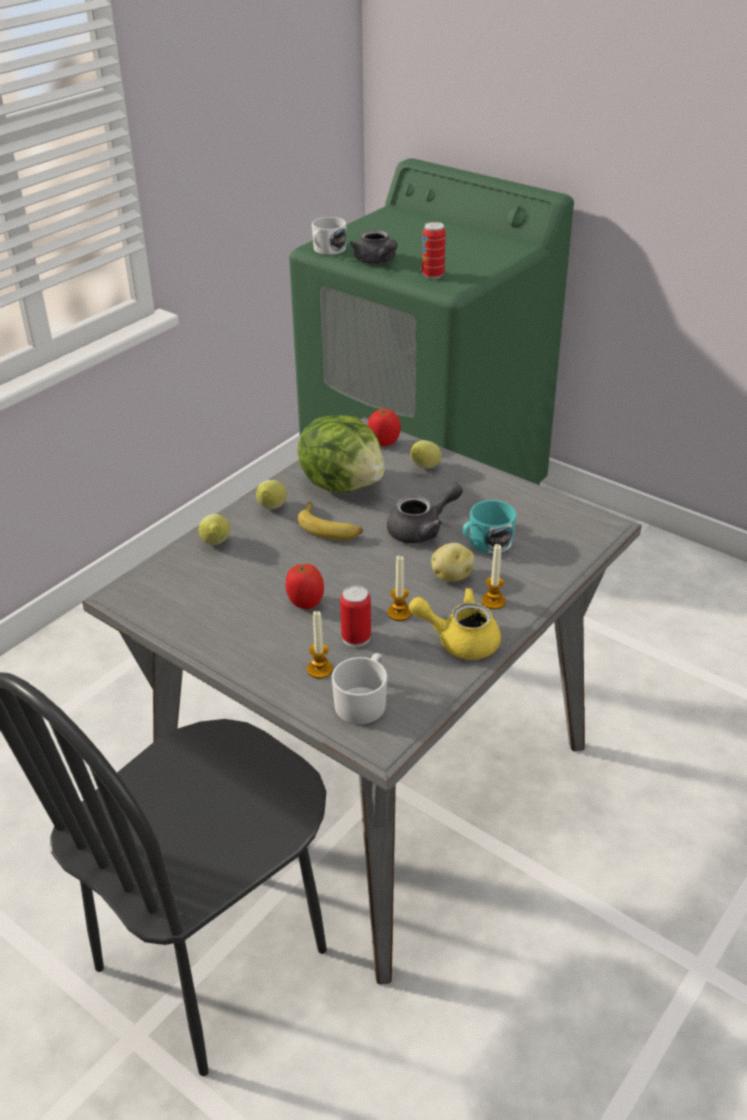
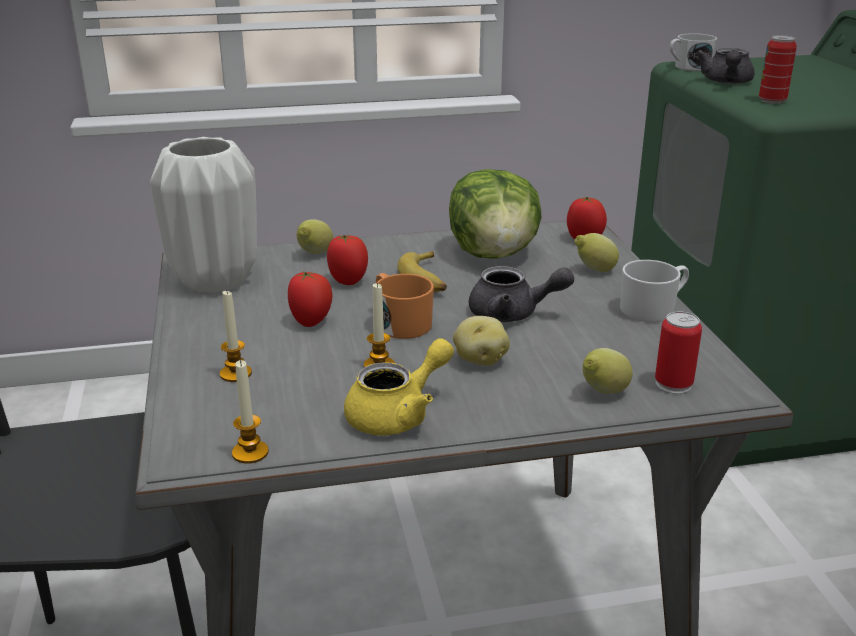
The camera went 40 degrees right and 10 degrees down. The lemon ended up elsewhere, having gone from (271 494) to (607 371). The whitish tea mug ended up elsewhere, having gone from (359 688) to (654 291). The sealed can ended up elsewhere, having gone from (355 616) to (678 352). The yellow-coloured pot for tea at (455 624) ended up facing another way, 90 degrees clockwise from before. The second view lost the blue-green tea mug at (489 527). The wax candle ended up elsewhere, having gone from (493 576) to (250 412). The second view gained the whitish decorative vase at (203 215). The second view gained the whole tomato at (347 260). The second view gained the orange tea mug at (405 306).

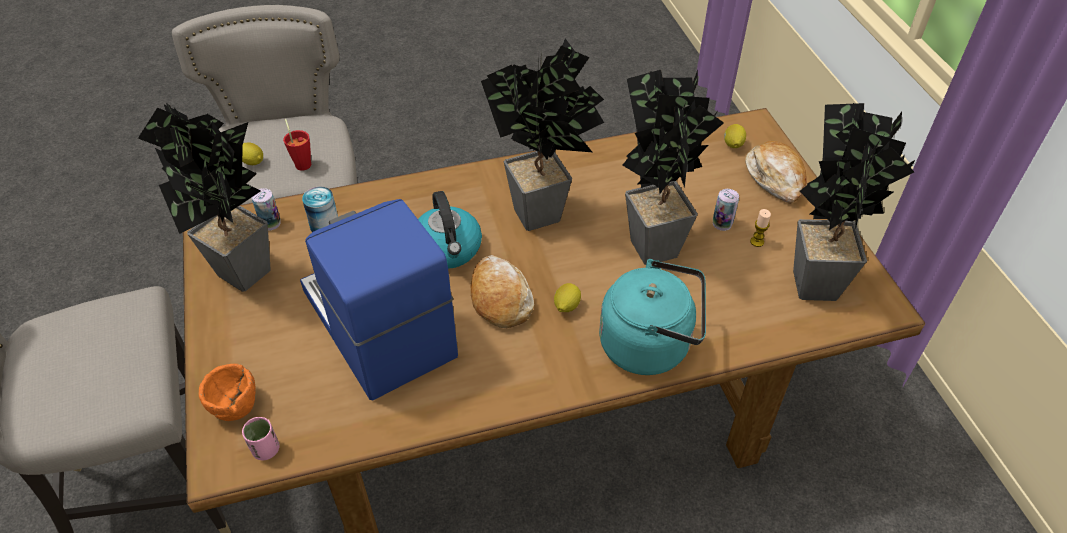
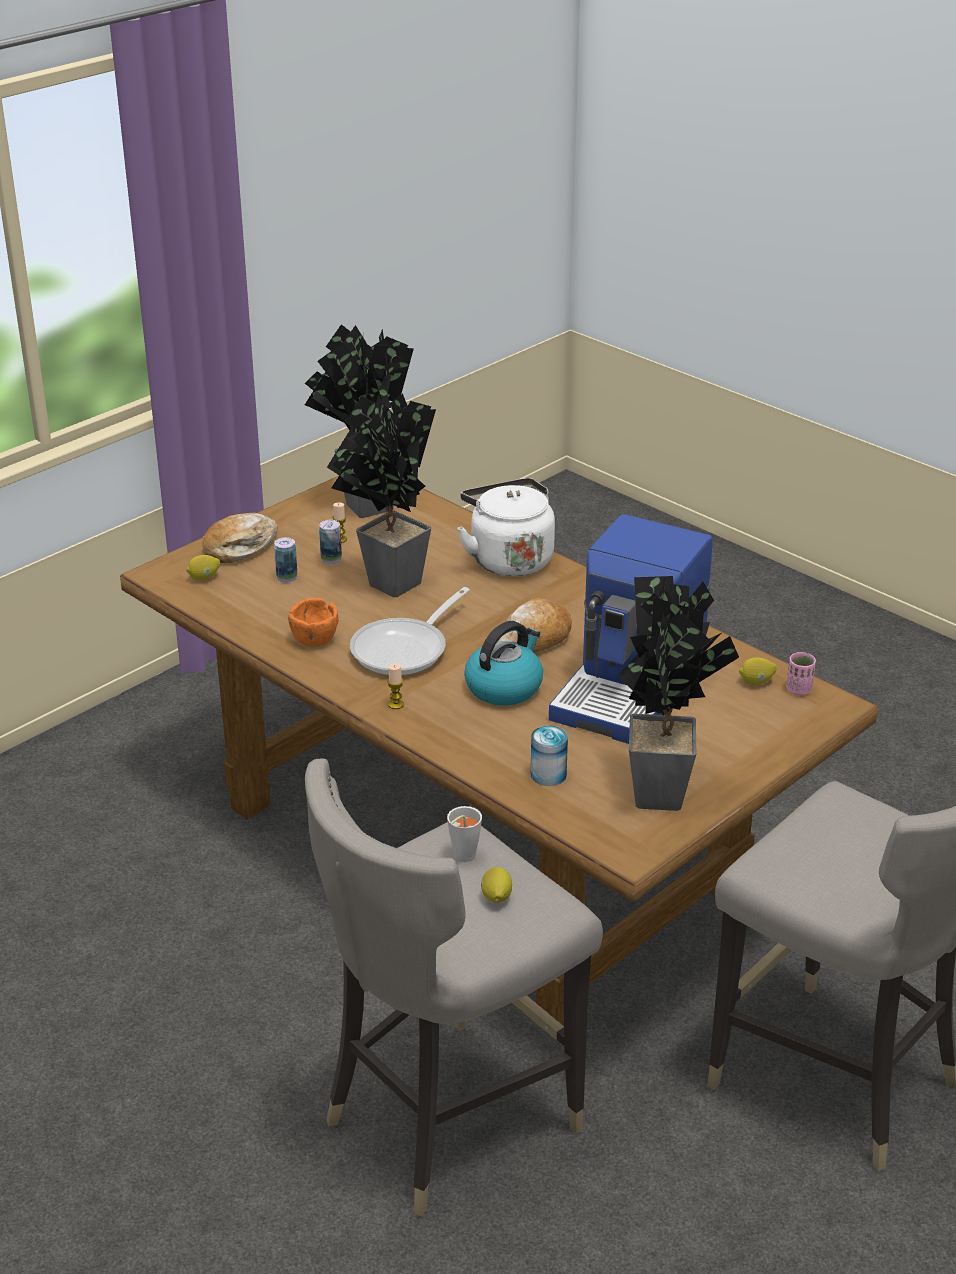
The camera went 120 degrees left and 15 degrees down. The orange serving bowl ended up elsewhere, having gone from (227 392) to (313 622). The sealed can ended up elsewhere, having gone from (266 209) to (286 560). What was the red-coloured small cup at (297 145) turned into the gray small cup at (464 834). Where the potted plant stood at (542 135), the frying pan came to stand at (410 631). The lemon ended up elsewhere, having gone from (567 297) to (758 671). What was the blue-green tea kettle at (652 317) turned into the whitish tea kettle at (506 527). The second view gained the wax candle at (395 686).

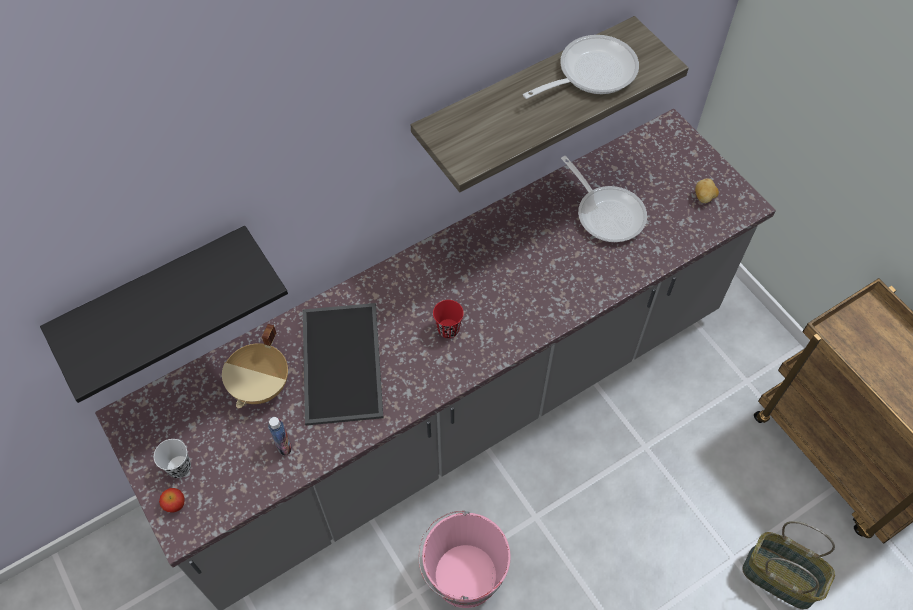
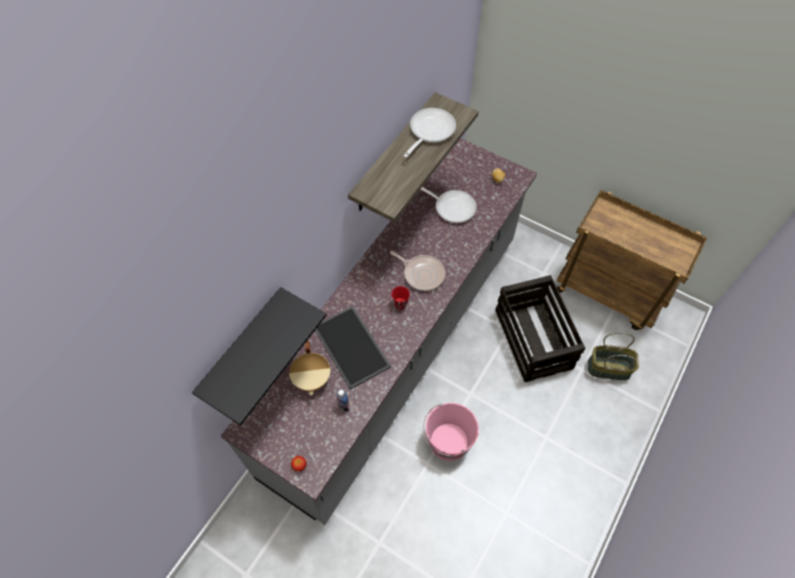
The camera went 25 degrees left and 0 degrees up. The second view lost the black-coloured small cup at (172 458). The second view gained the frying pan at (417 271). The second view gained the crate at (540 328).

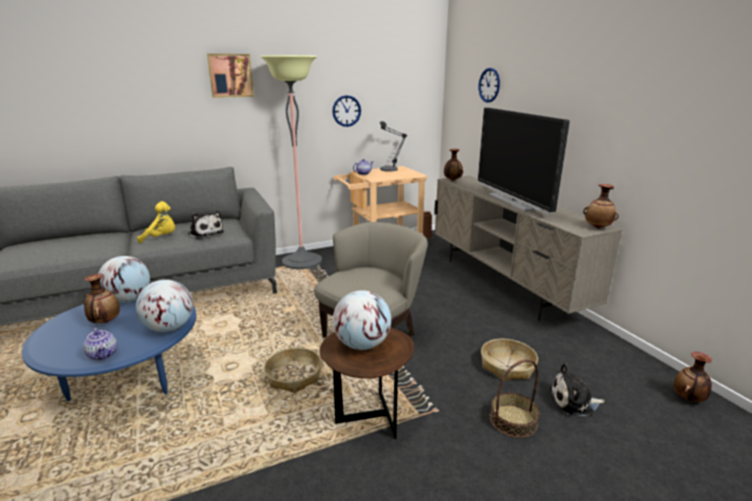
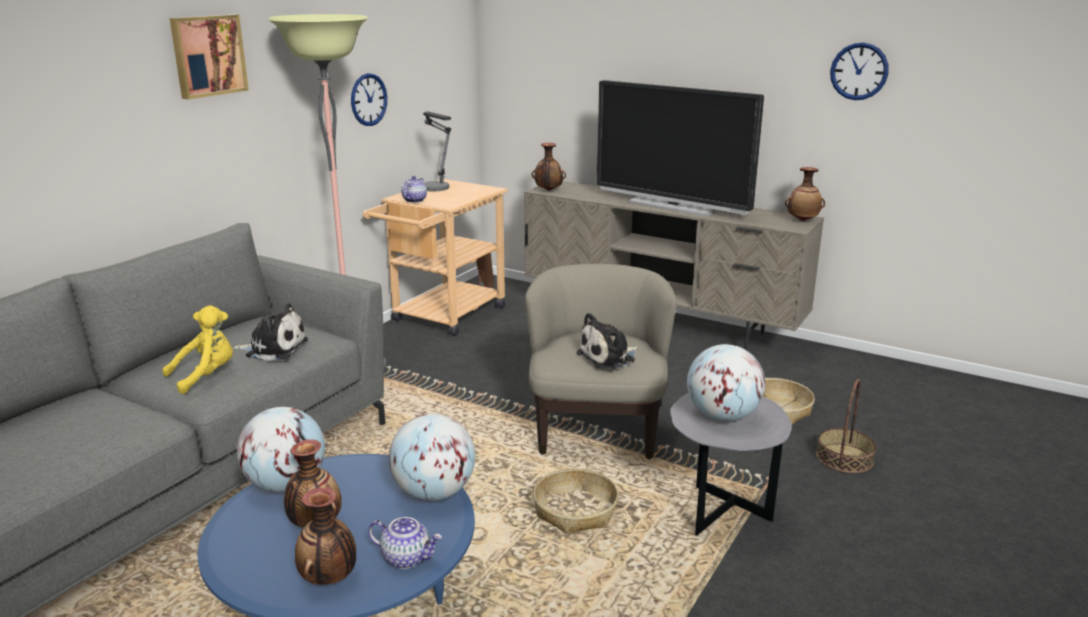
The camera went 35 degrees left and 0 degrees up. What was the brown-coloured side table at (367 383) turned into the gray side table at (731 464). The hanging clock ended up elsewhere, having gone from (489 85) to (859 71). The cuddly toy ended up elsewhere, having gone from (577 389) to (607 341). The decorative vase ended up elsewhere, having gone from (693 377) to (325 536).

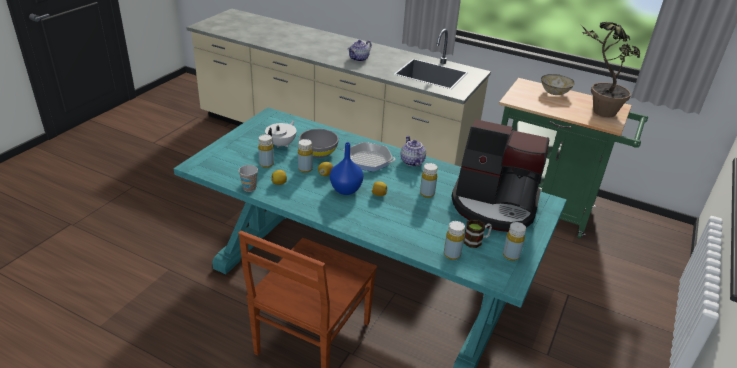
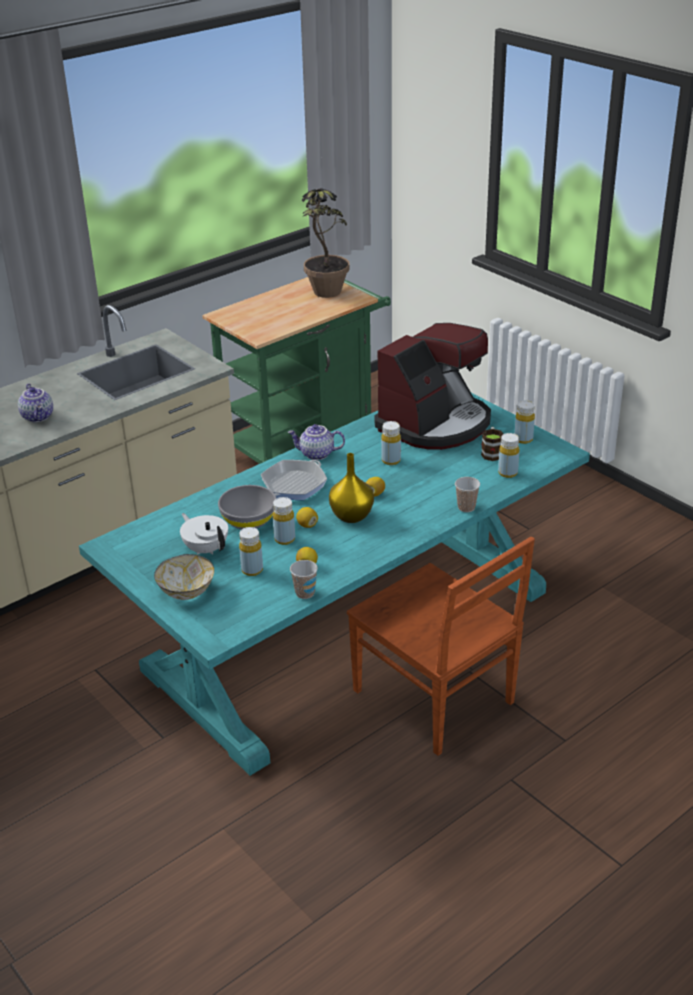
The camera went 65 degrees left and 0 degrees up. What was the bluish decorative vase at (346 168) turned into the yellow-coloured decorative vase at (351 488). The serving bowl ended up elsewhere, having gone from (557 84) to (184 577). The second view gained the small cup at (467 494).

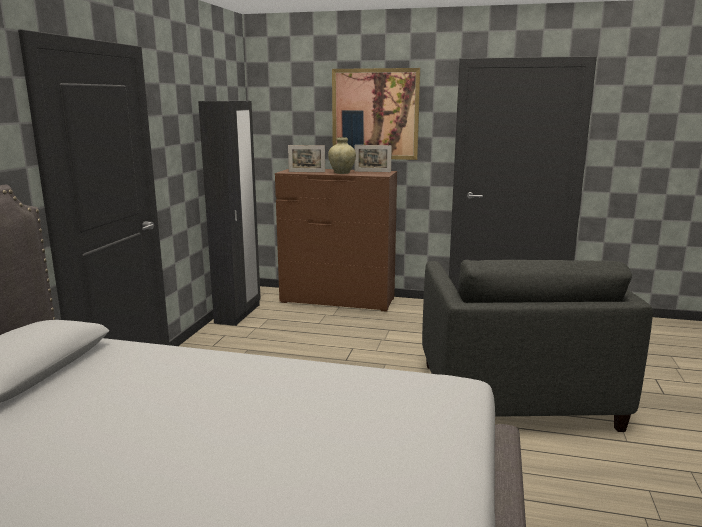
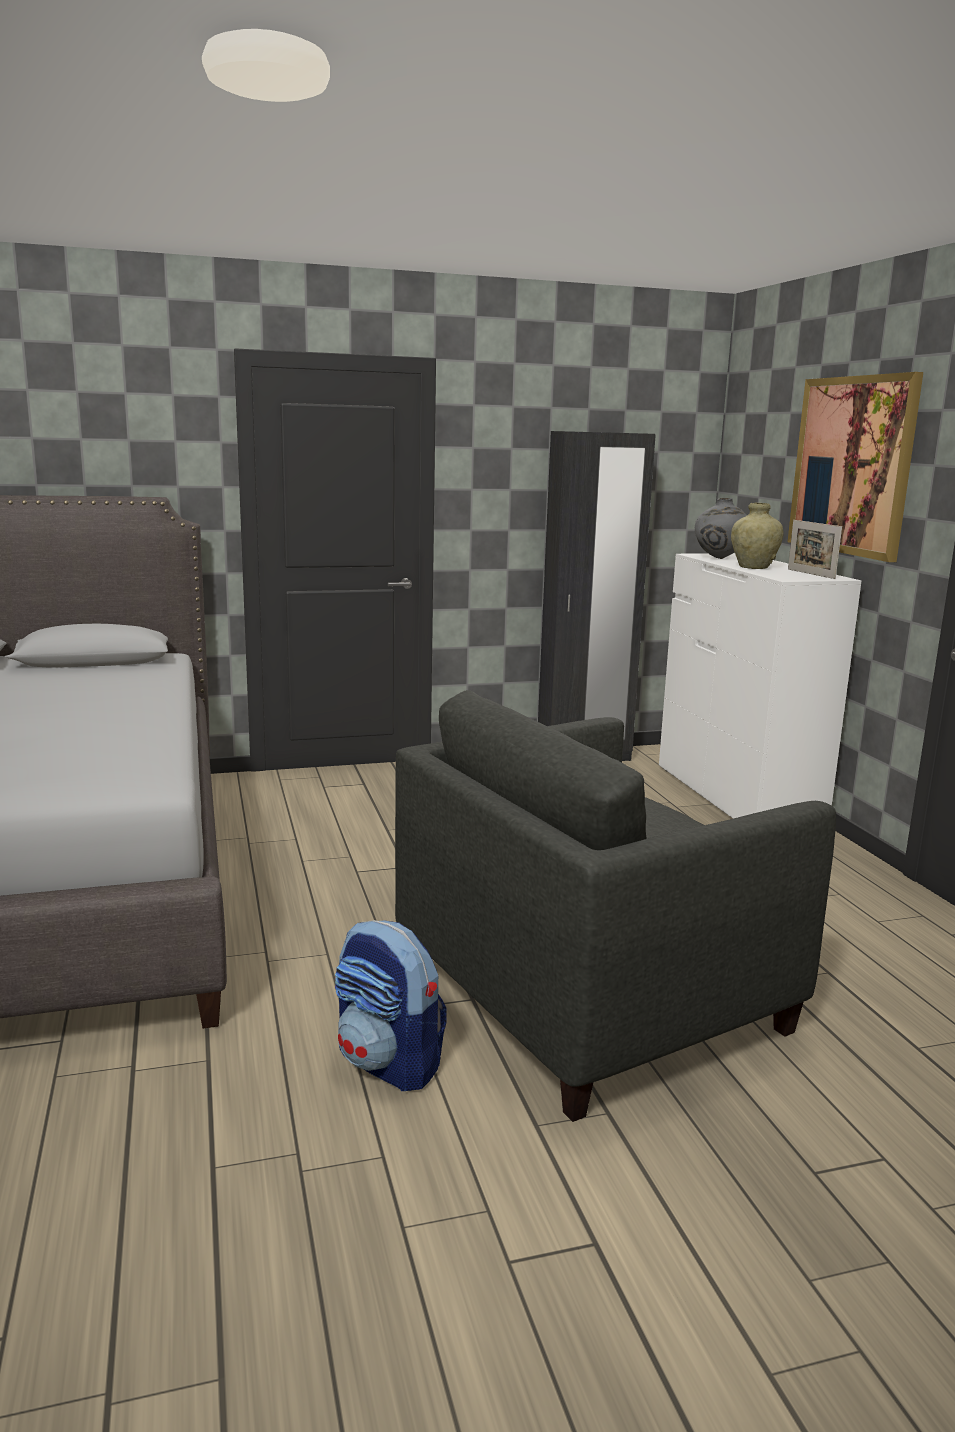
The camera went 60 degrees right and 0 degrees up. What was the brown-coloured drawer chest at (336 240) turned into the whitish drawer chest at (760 686). Where the photo frame stood at (306 158), the gray decorative vase came to stand at (721 528). The second view gained the rucksack at (391 1005).

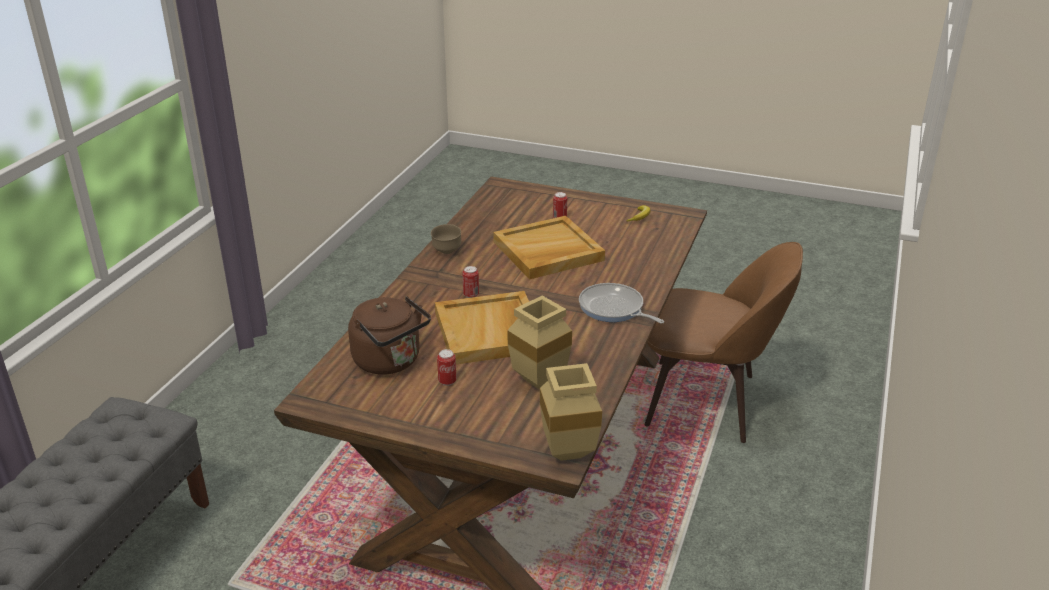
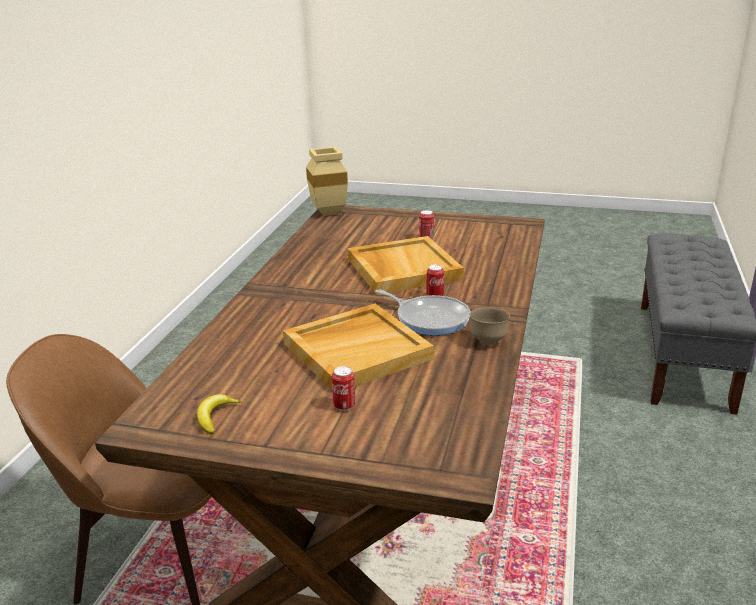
The camera went 175 degrees right and 5 degrees down. The second view lost the brown-coloured tea kettle at (389 335). The second view lost the sand-coloured decorative vase at (540 342). The frying pan ended up elsewhere, having gone from (622 303) to (423 312).

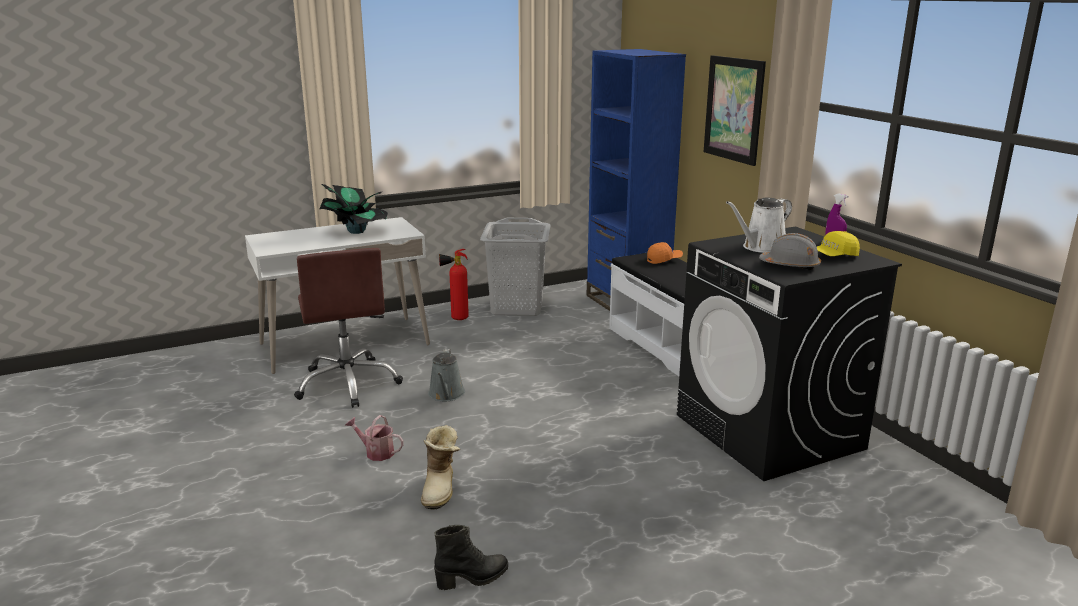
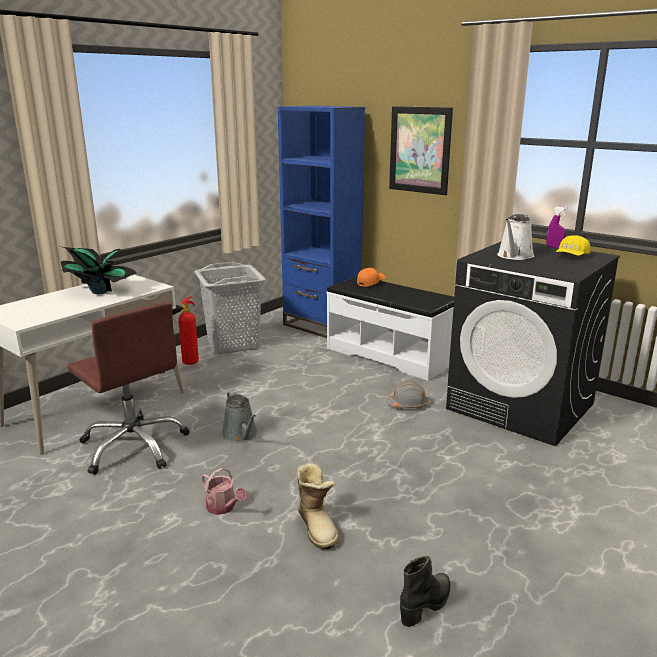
The camera went 25 degrees left and 0 degrees up. The sprinkling can at (374 438) ended up facing another way, 135 degrees counterclockwise from before. The gray hard hat ended up elsewhere, having gone from (790 251) to (407 395).

